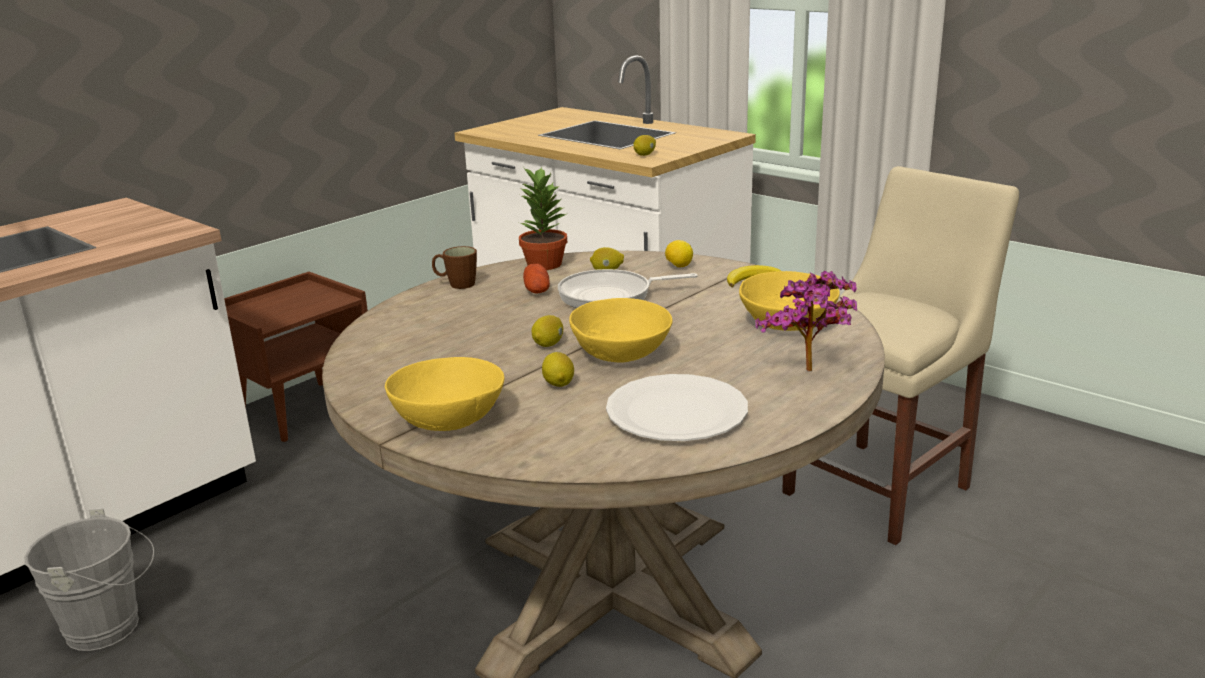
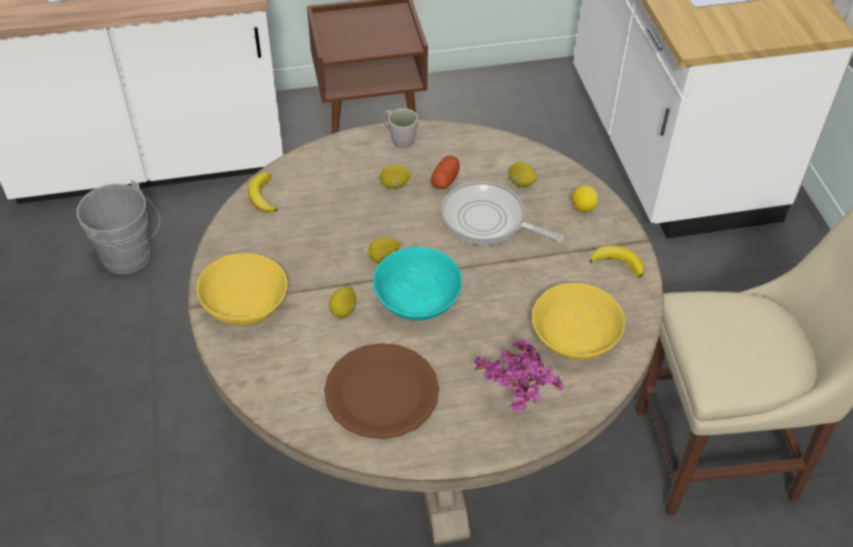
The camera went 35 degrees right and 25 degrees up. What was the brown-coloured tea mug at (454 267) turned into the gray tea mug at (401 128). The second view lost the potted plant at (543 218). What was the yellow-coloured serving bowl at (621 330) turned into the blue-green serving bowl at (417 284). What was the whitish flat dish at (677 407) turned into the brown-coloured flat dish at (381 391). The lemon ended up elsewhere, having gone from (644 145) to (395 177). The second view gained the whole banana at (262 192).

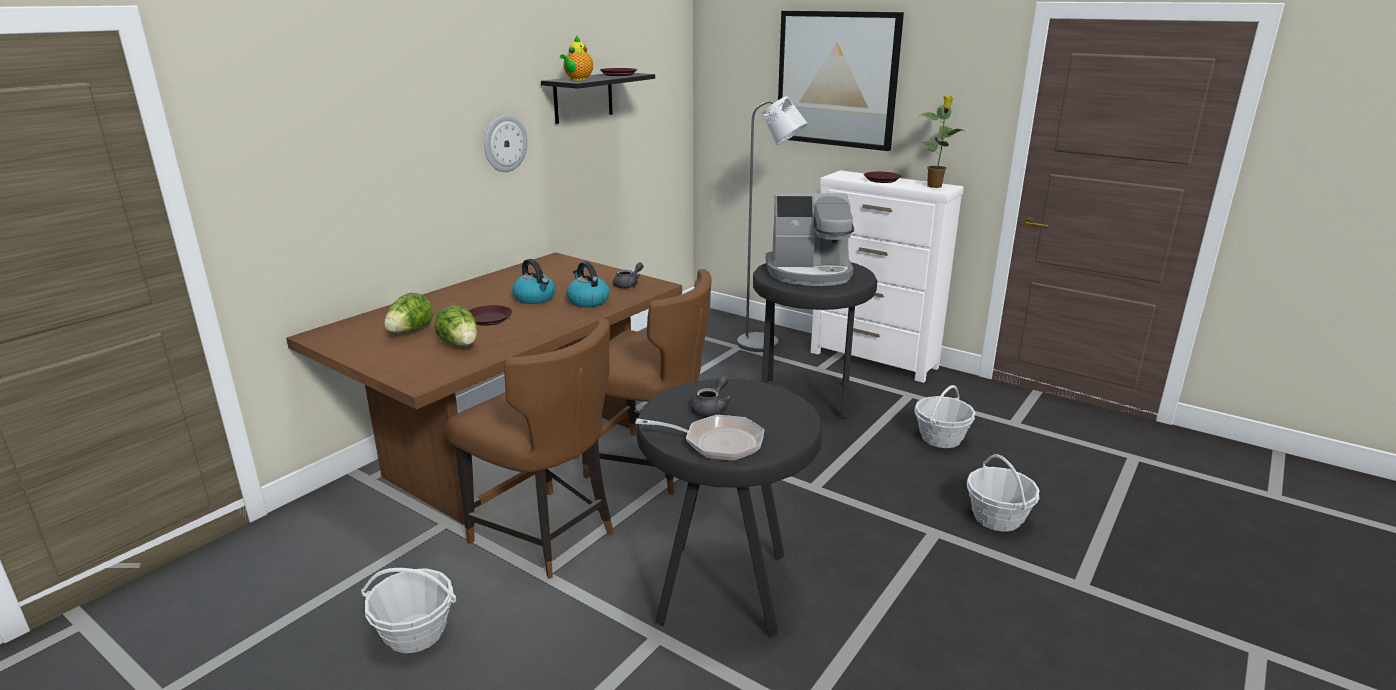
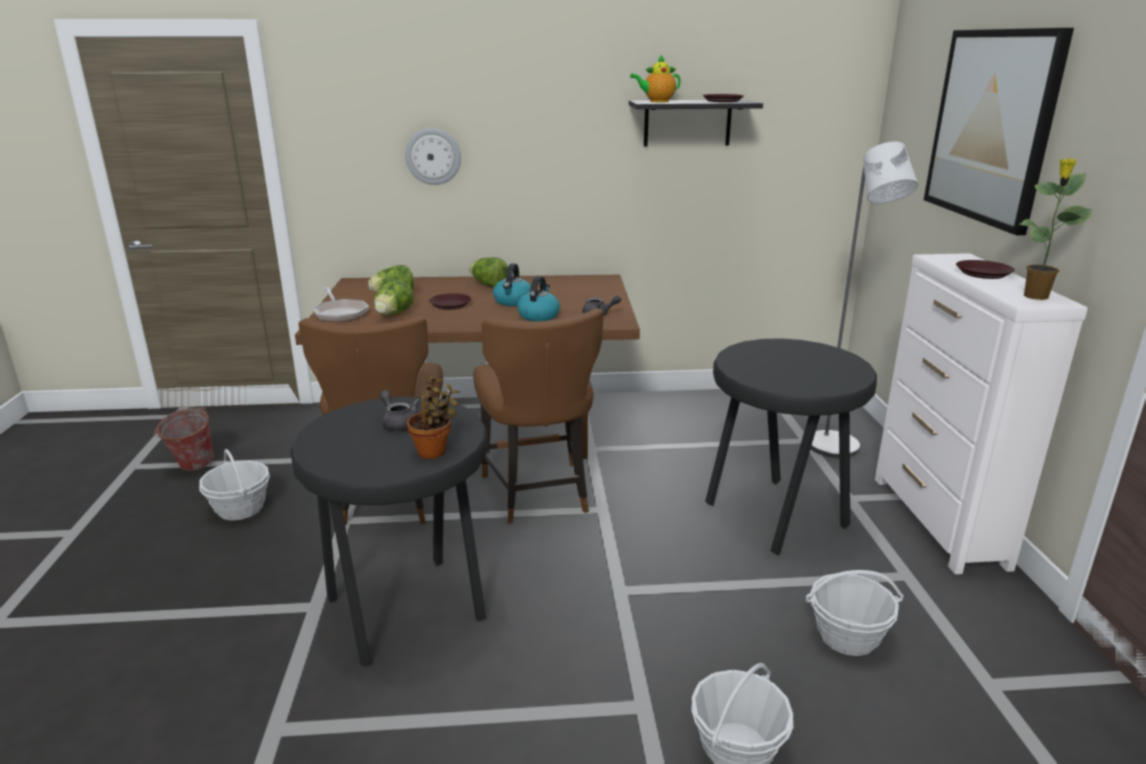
The camera went 50 degrees right and 0 degrees up. The hanging clock ended up elsewhere, having gone from (506 143) to (433 156). The frying pan ended up elsewhere, having gone from (700 438) to (340 304). The gray pot for tea at (711 396) ended up facing another way, 120 degrees counterclockwise from before. The second view lost the coffee brewer at (810 239). The second view gained the pail at (184 439). The second view gained the potted plant at (433 417). The second view gained the lettuce at (488 272).

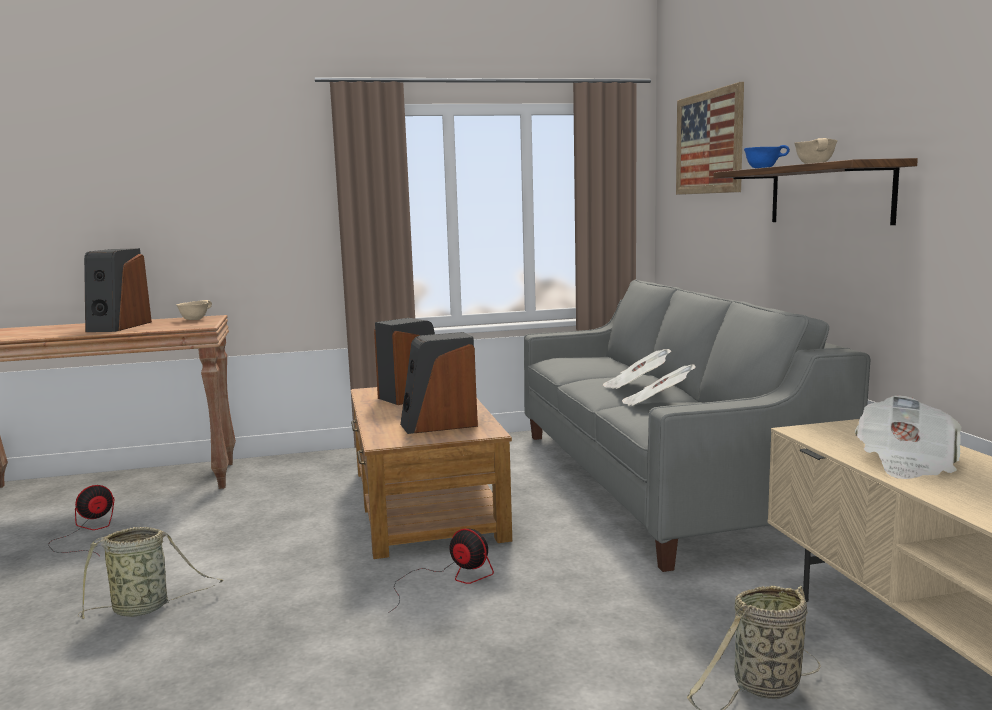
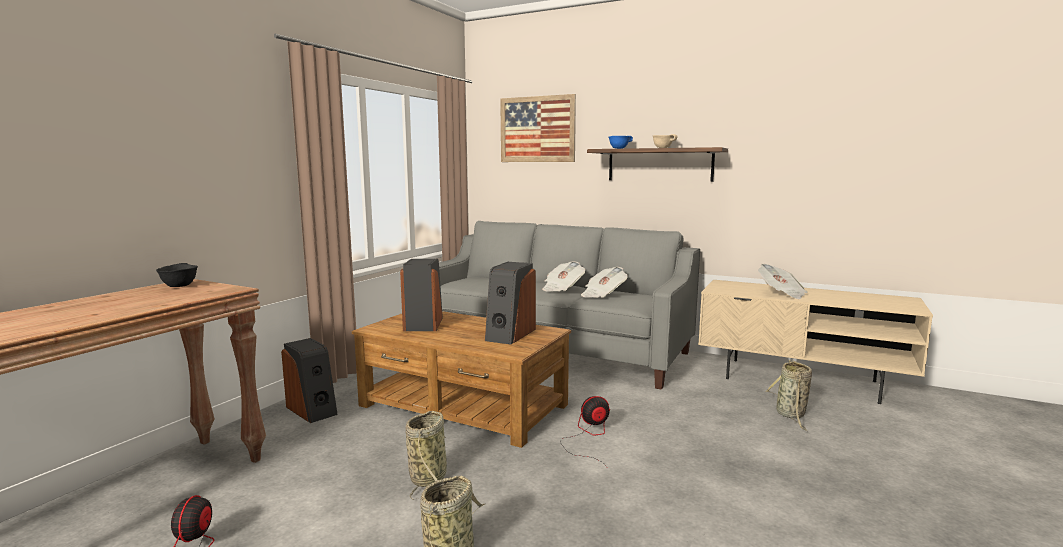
The camera went 50 degrees left and 0 degrees up. The speaker ended up elsewhere, having gone from (118 290) to (309 380). What was the sand-coloured serving bowl at (194 310) turned into the black-coloured serving bowl at (177 275). The second view gained the household basket at (426 455).

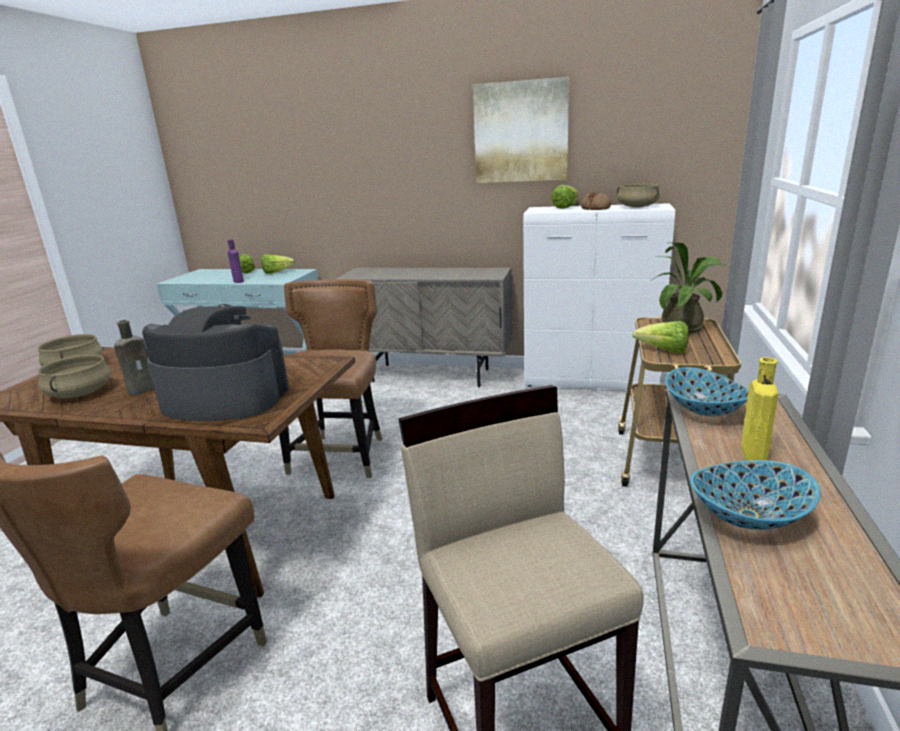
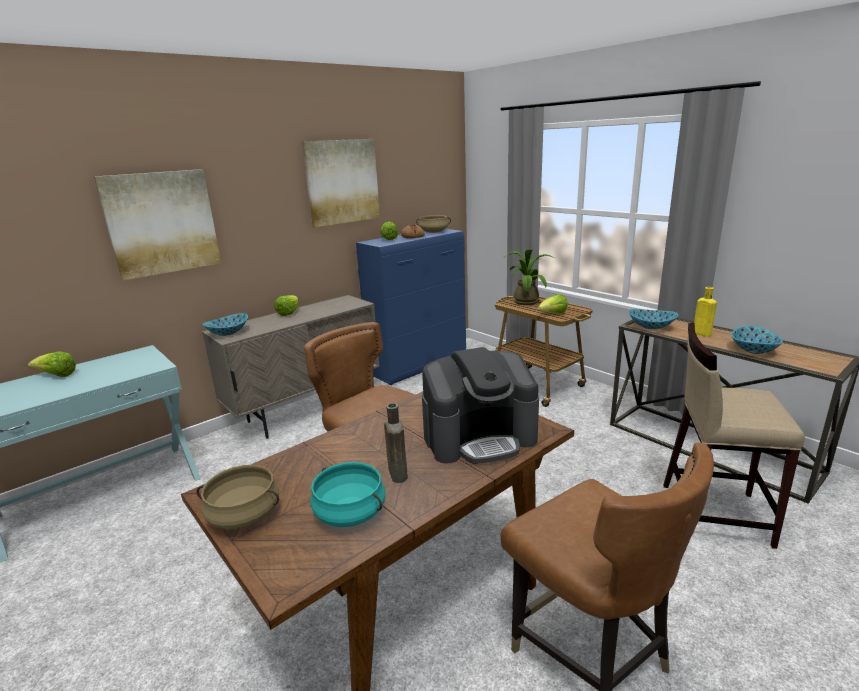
The camera went 55 degrees left and 0 degrees up. What was the sand-coloured stockpot at (74 376) turned into the blue-green stockpot at (347 494). The coffee brewer at (215 362) ended up facing another way, 150 degrees counterclockwise from before. The second view lost the purple beverage bottle at (235 261). The lettuce ended up elsewhere, having gone from (278 264) to (286 305). What was the whitish storage cabinet at (599 297) turned into the bluish storage cabinet at (411 307). The second view gained the wall picture at (157 225). The second view gained the serving bowl at (225 324).

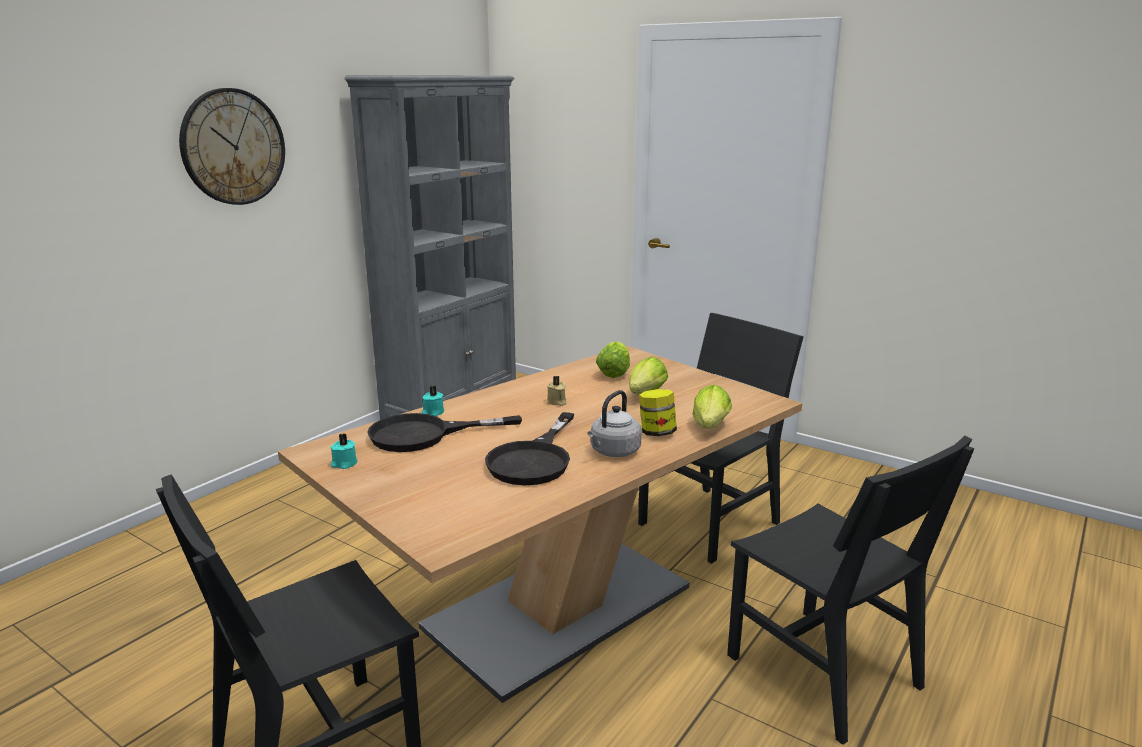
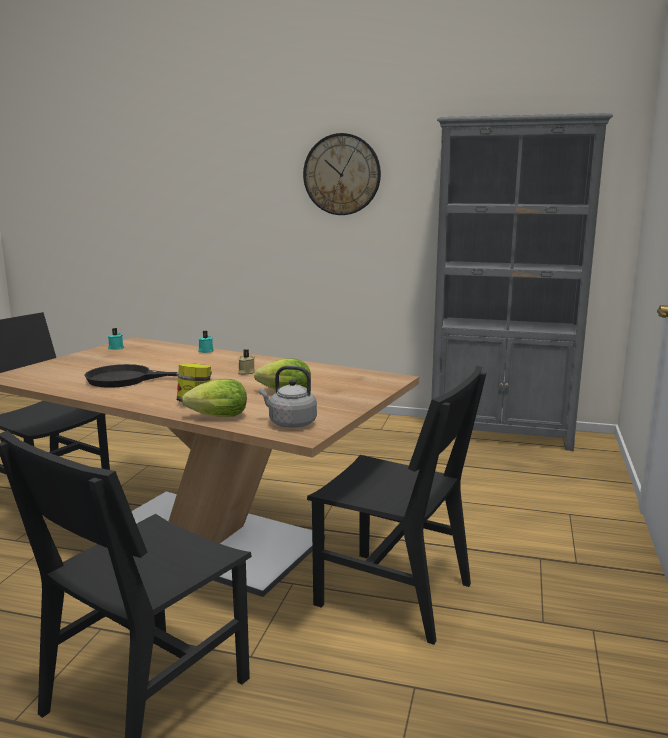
The camera went 70 degrees right and 5 degrees down. The second view lost the black-coloured frying pan at (444 432). The gray tea kettle ended up elsewhere, having gone from (615 423) to (288 397). The second view lost the lettuce at (613 360).

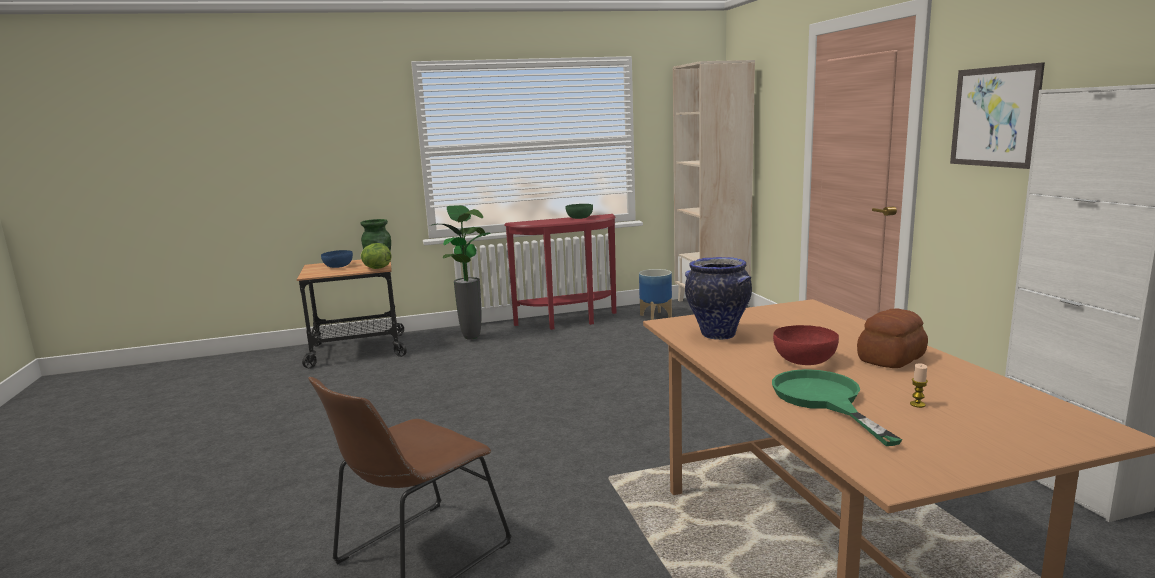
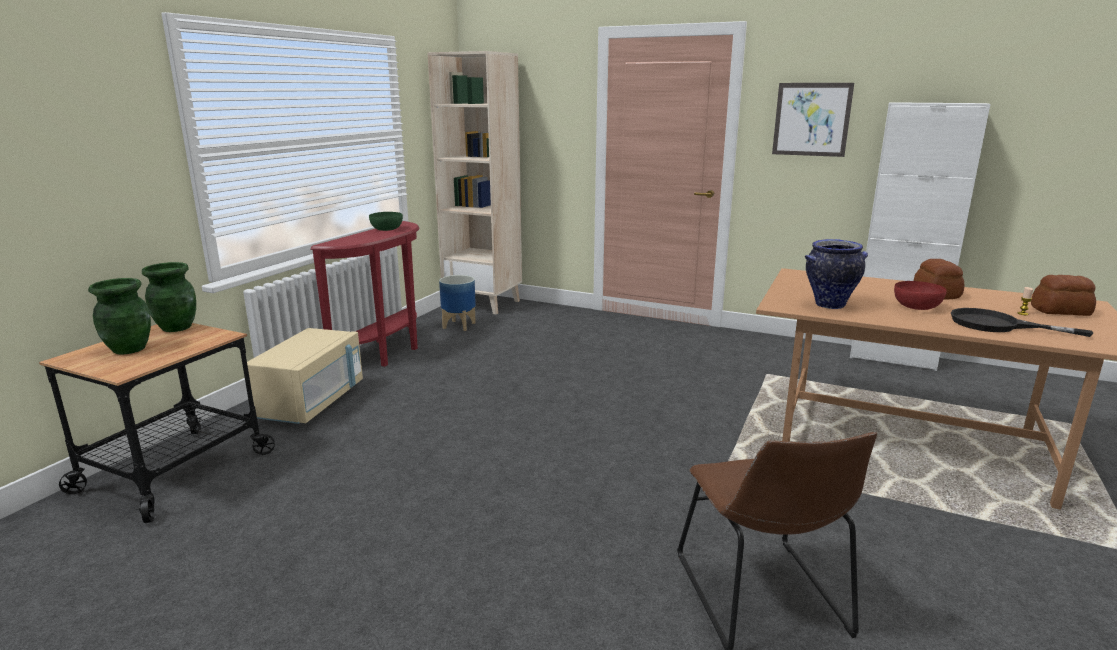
The camera went 50 degrees left and 5 degrees up. Where the bluish serving bowl stood at (337 259), the greenish decorative vase came to stand at (119 316). The second view lost the lettuce at (375 256). Where the potted plant stood at (460 272), the sand-coloured microwave came to stand at (305 376). What was the greenish frying pan at (837 407) turned into the black-coloured frying pan at (1022 322). The second view gained the baked bread at (1063 295).

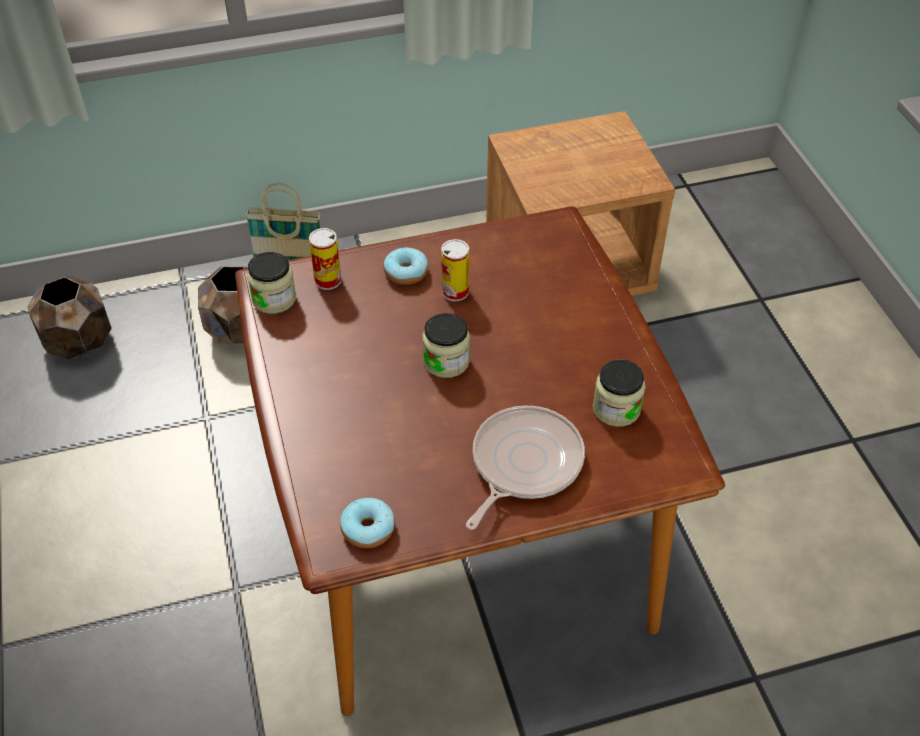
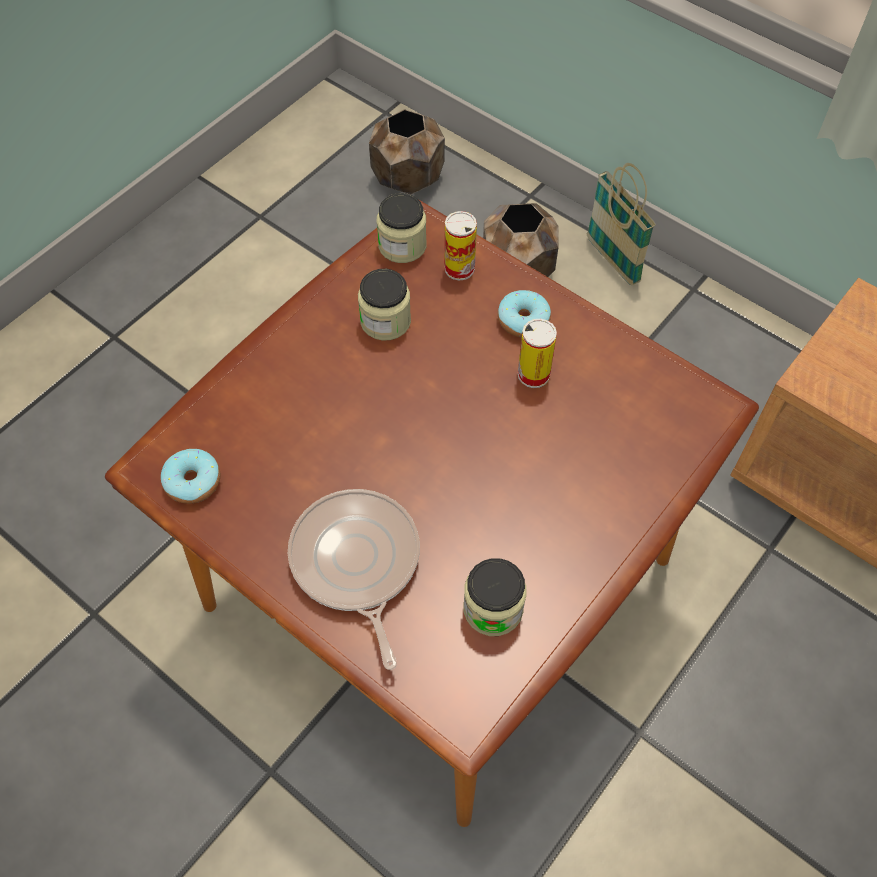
The camera went 55 degrees right and 10 degrees up. The preserve jar ended up elsewhere, having gone from (446 345) to (384 305). The frying pan at (525 467) ended up facing another way, 105 degrees counterclockwise from before.

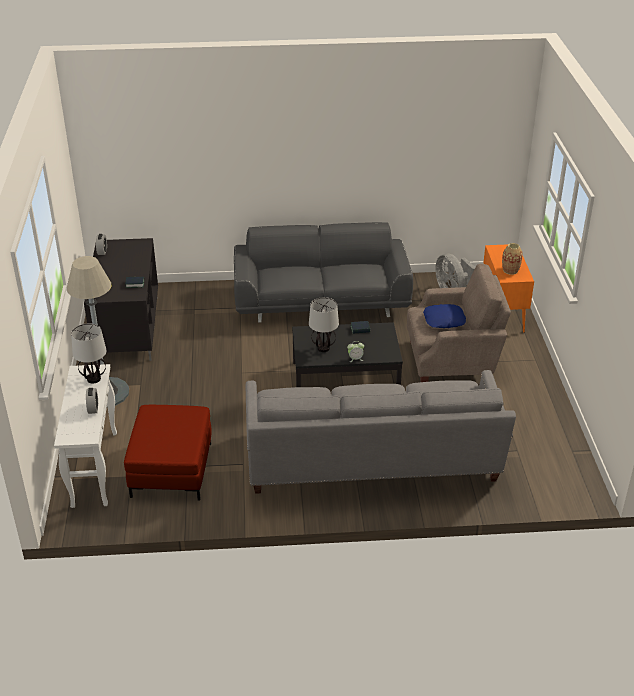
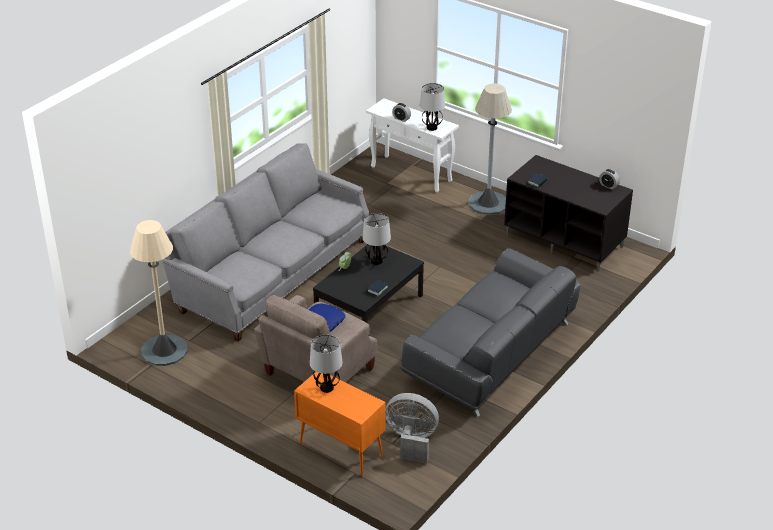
The camera went 130 degrees right and 0 degrees up. The second view lost the red-coloured ottoman at (168 452). Where the decorative vase stood at (512 259), the lamp for a table came to stand at (326 364). The second view gained the sand-coloured standing lamp at (159 293).

